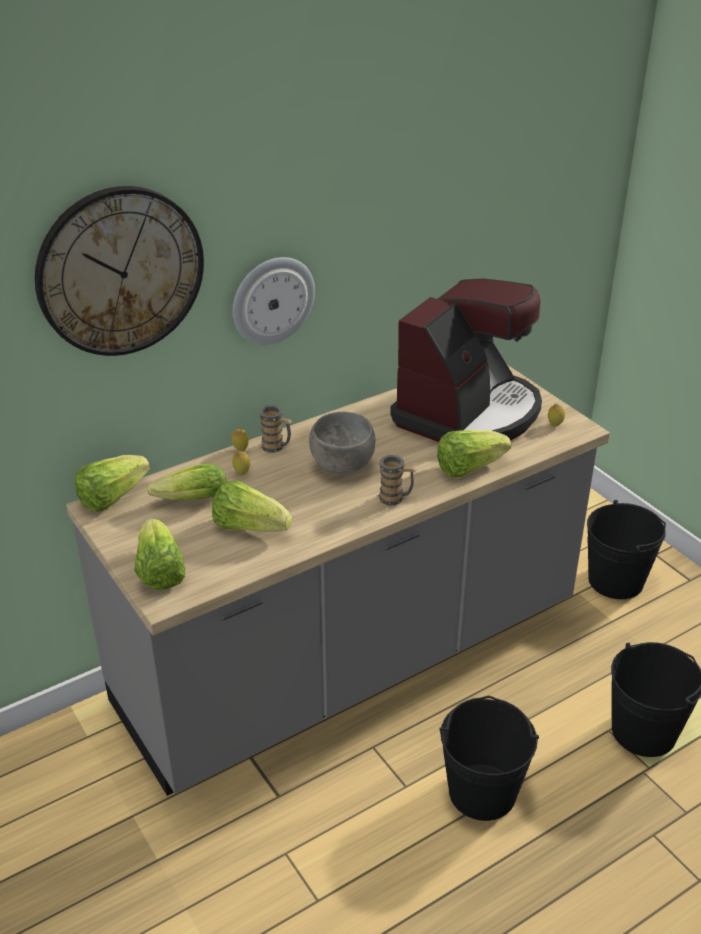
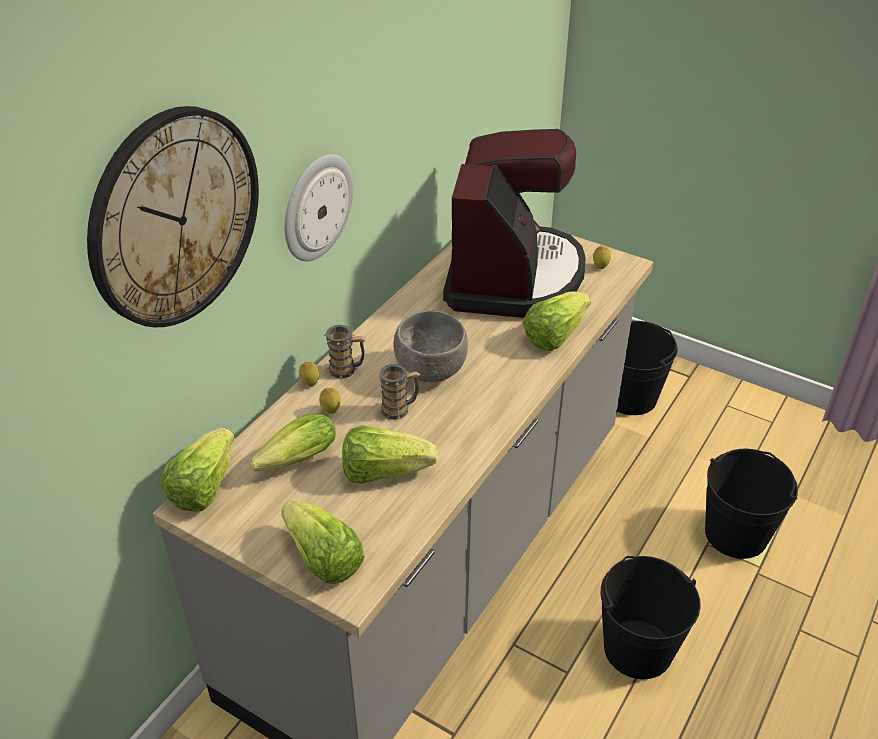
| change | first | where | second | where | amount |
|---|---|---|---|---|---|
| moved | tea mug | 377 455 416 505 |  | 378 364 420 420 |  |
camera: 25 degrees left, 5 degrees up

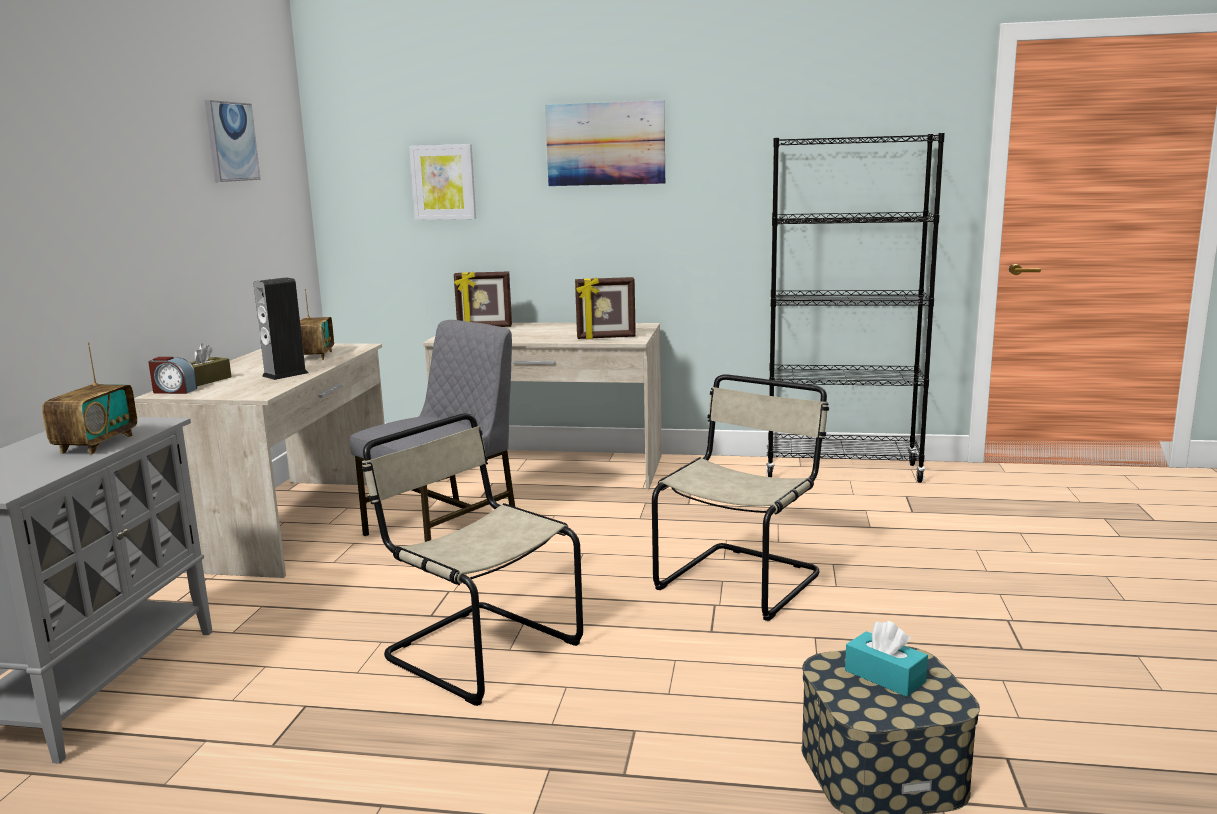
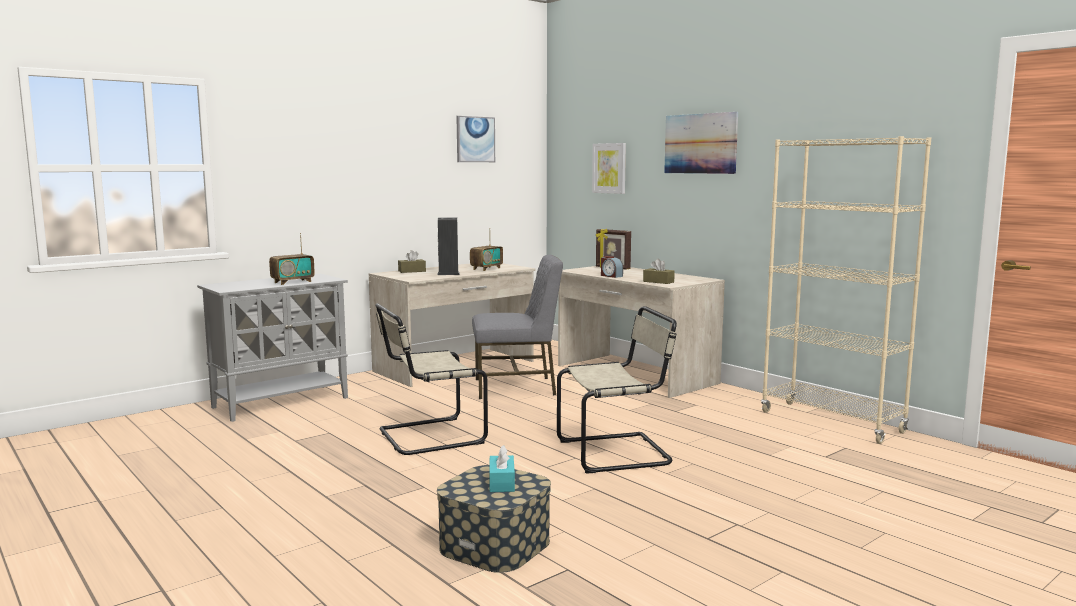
| change | first | where | second | where | amount |
|---|---|---|---|---|---|
| turned | sand-coloured chair | 362 413 583 706 |  | 375 303 488 455 | 105 degrees counterclockwise |
| moved | table clock | 148 357 197 394 |  | 601 256 623 278 |  |
| replaced | picture frame | 575 277 636 339 | brownish box of tissues | 643 259 675 284 |  |
| recoloured | blackish bookshelf | 766 133 945 483 | sand-coloured bookshelf | 761 136 931 444 |  |
camera: 40 degrees right, 5 degrees down

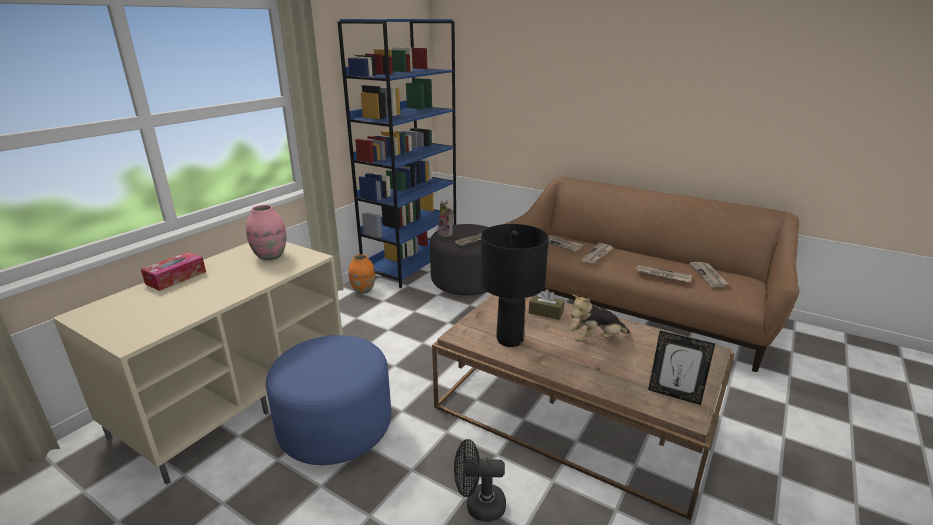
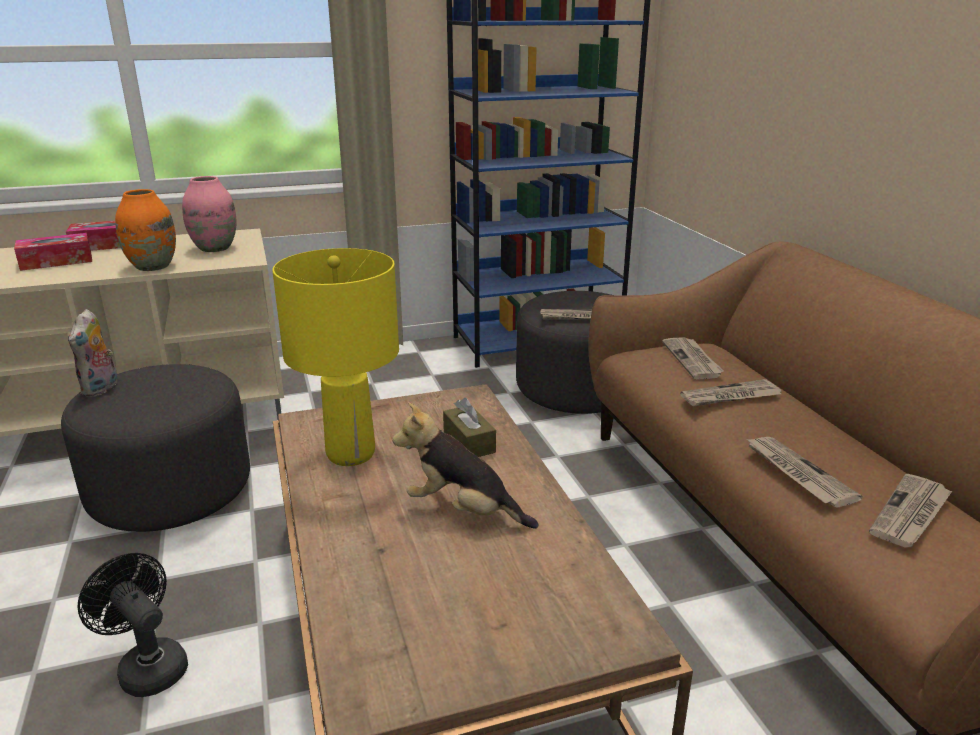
| change | first | where | second | where | amount |
|---|---|---|---|---|---|
| added |  |  | box of tissues | 14 233 92 271 |  |
| recoloured | blue-coloured footrest | 266 335 391 465 | gray footrest | 61 364 250 532 |  |
| moved | plush toy | 438 198 454 237 |  | 68 309 117 397 |  |
| moved | orangey vase | 348 255 375 294 |  | 115 189 176 271 |  |
| recoloured | blackish lamp for a table | 481 224 549 347 | yellowish lamp for a table | 272 248 399 466 |  |
| removed | picture frame | 648 331 715 405 |  |  |  |
camera: 40 degrees right, 0 degrees up

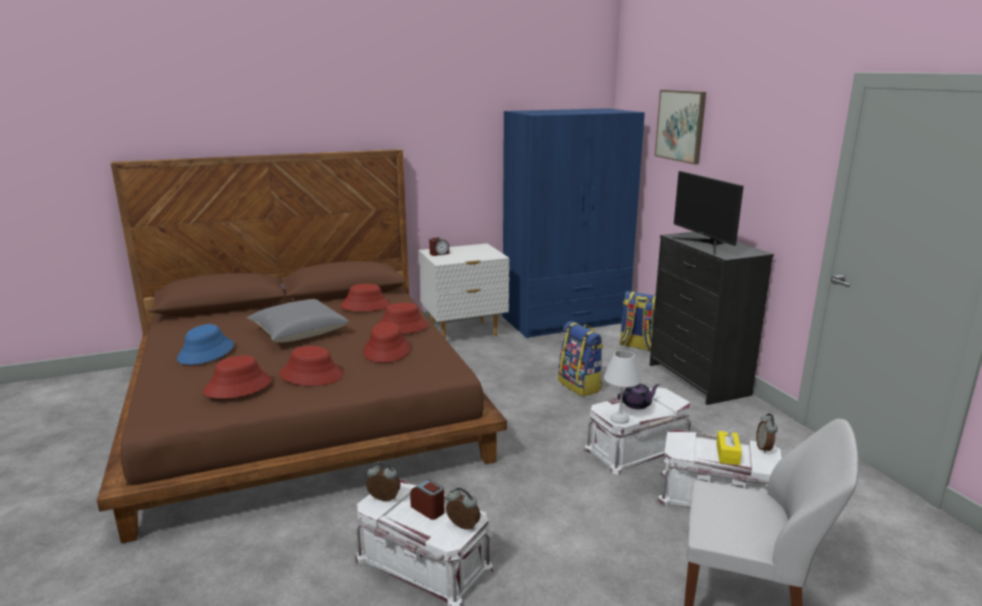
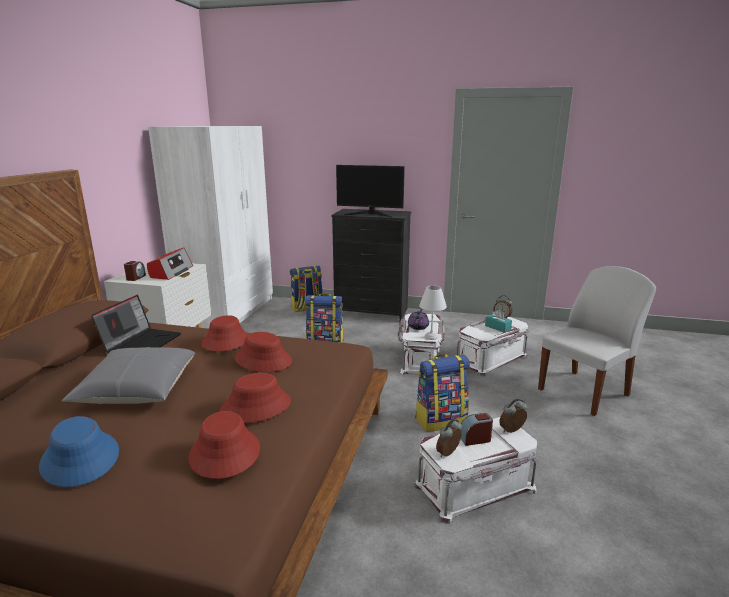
| change | first | where | second | where | amount |
|---|---|---|---|---|---|
| replaced | red-coloured clothing hat | 340 284 391 312 | laptop | 91 295 181 353 |  |
| added |  |  | radio receiver | 147 248 193 280 |  |
| recoloured | blue-coloured wardrobe | 503 108 645 338 | whitish wardrobe | 148 126 273 329 |  |
| added |  |  | knapsack | 415 354 470 432 |  |
| recoloured | yellowish box of tissues | 716 427 742 465 | blue-green box of tissues | 485 310 512 333 |  |
| removed | wall picture | 655 90 706 165 |  |  |  |
camera: 55 degrees left, 0 degrees up

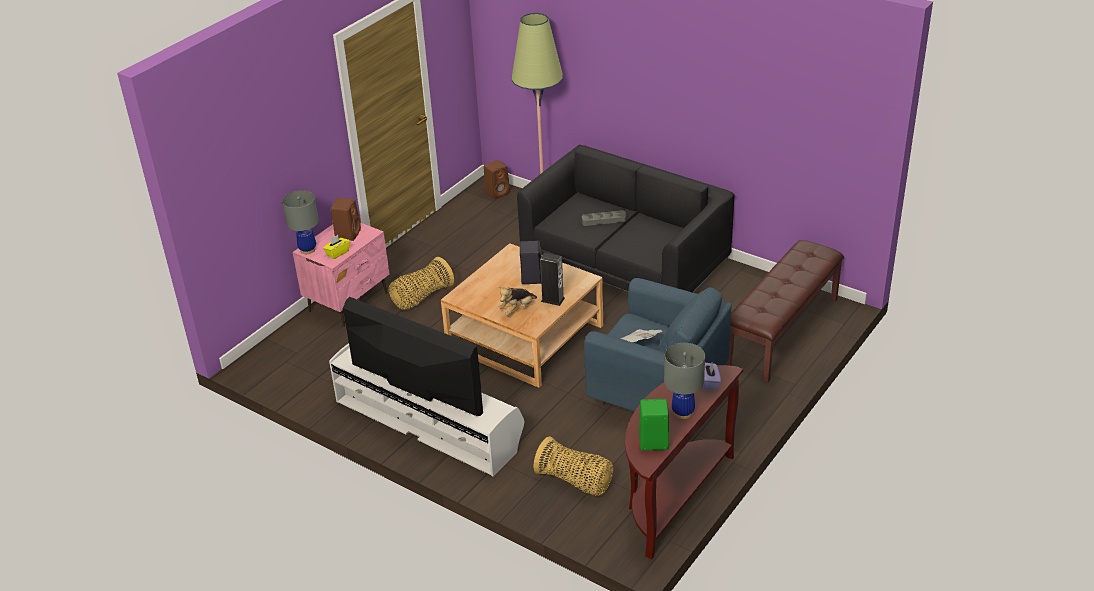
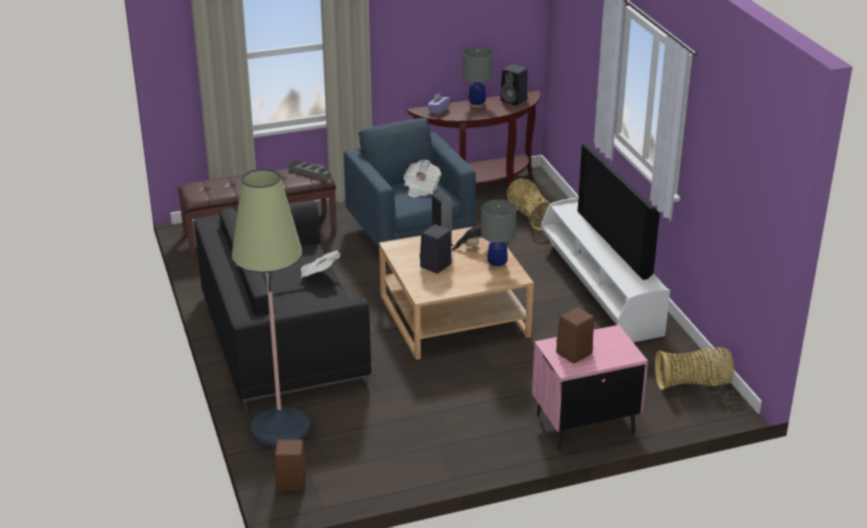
| change | first | where | second | where | amount |
|---|---|---|---|---|---|
| moved | gray serving tray | 582 210 627 226 |  | 289 160 331 180 |  |
| added |  |  | printed paper | 301 250 340 278 |  |
| moved | gray lamp for a table | 282 190 319 254 |  | 481 200 517 269 |  |
| recoloured | green-coloured speaker | 639 399 669 451 | blackish speaker | 500 64 528 106 |  |
| moved | basket | 389 257 454 309 |  | 655 347 734 390 |  |
| removed | yellowish box of tissues | 323 235 350 259 |  |  |  |
camera: 145 degrees left, 5 degrees down

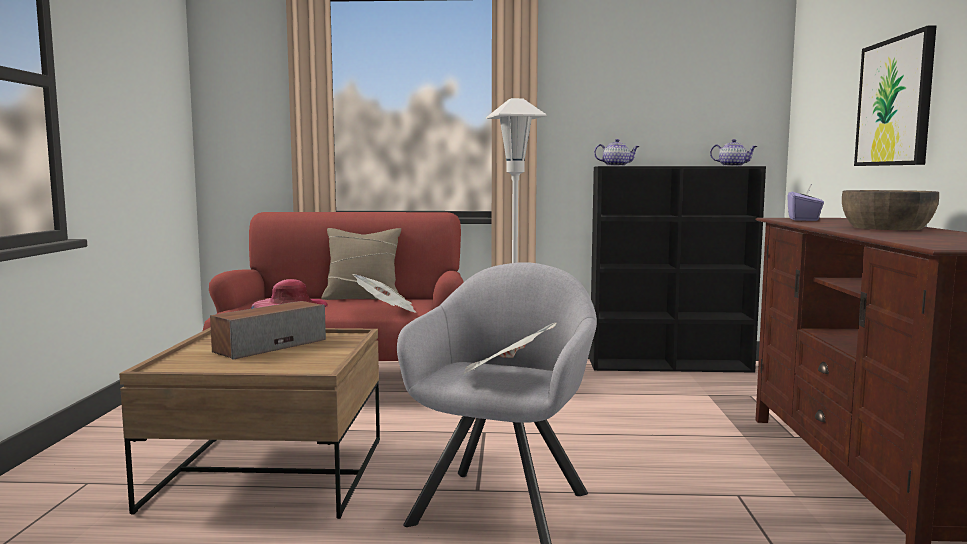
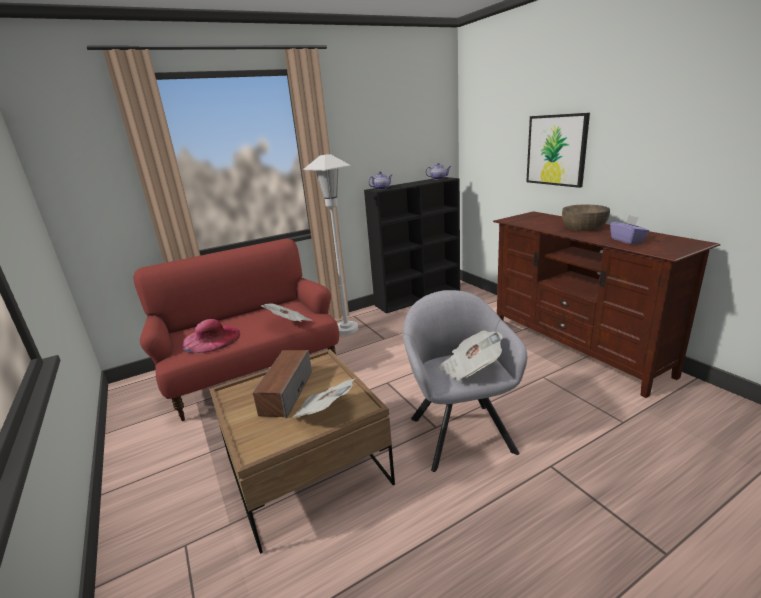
| change | first | where | second | where | amount |
|---|---|---|---|---|---|
| added |  |  | printed paper | 291 379 355 418 |  |
| moved | purple box of tissues | 788 184 824 221 |  | 610 215 649 244 |  |
| removed | sand-coloured cushion | 321 228 401 300 |  |  |  |
camera: 30 degrees left, 15 degrees up

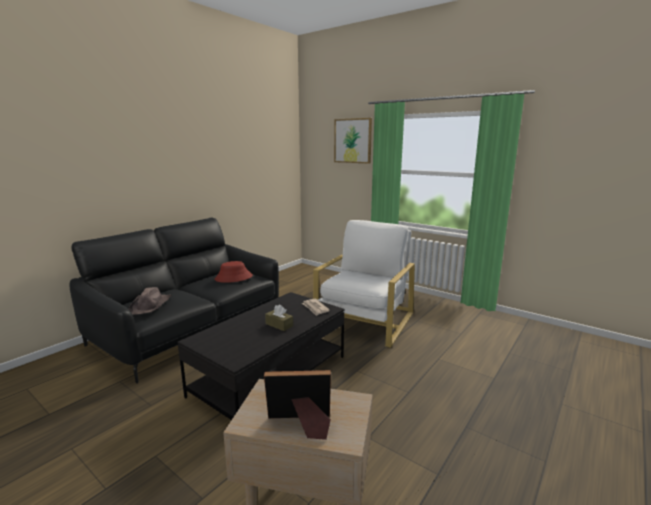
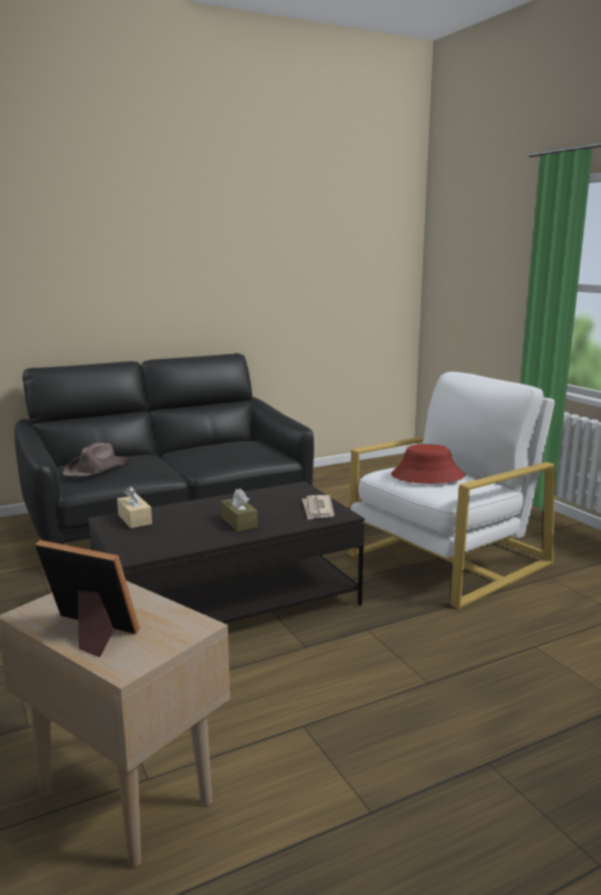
| change | first | where | second | where | amount |
|---|---|---|---|---|---|
| added |  |  | sand-coloured box of tissues | 117 486 152 528 |  |
| moved | red-coloured clothing hat | 214 261 253 283 |  | 391 444 465 484 |  |
| removed | wall picture | 334 118 372 164 |  |  |  |
camera: 25 degrees right, 0 degrees up

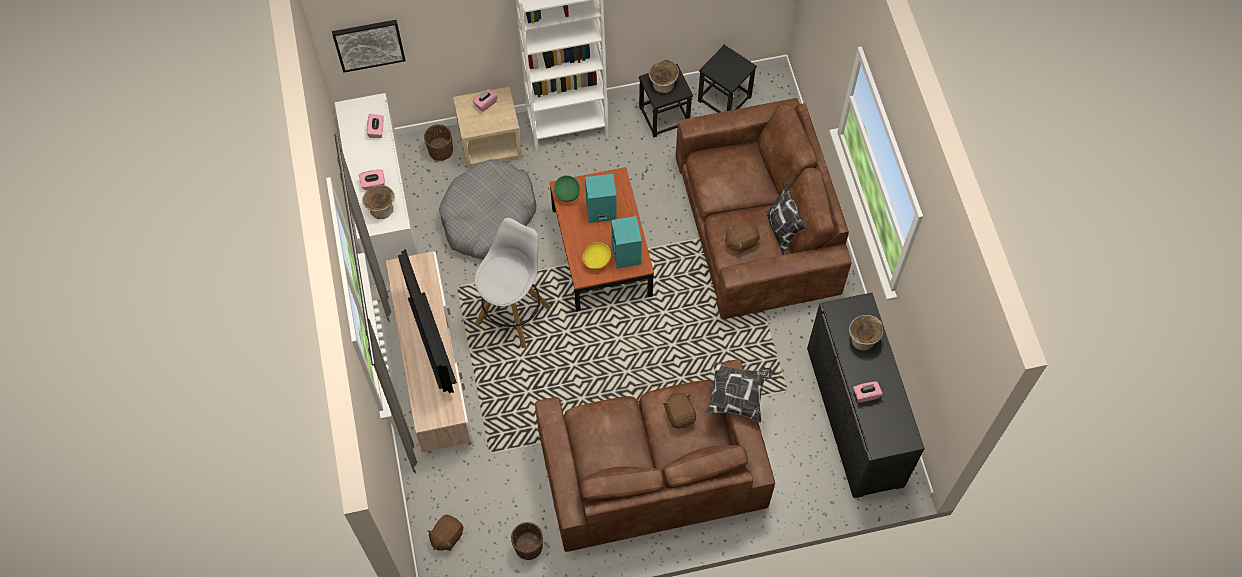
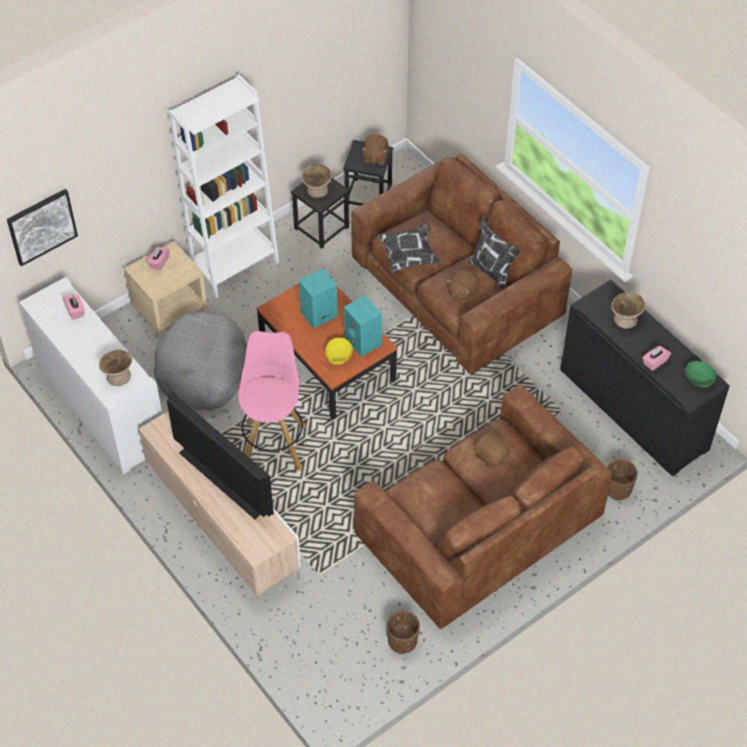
| change | first | where | second | where | amount |
|---|---|---|---|---|---|
| recoloured | whitish stool | 475 218 551 348 | pink stool | 238 331 307 471 |  |
| moved | brownish plush toy | 428 515 463 551 |  | 362 134 389 165 |  |
| moved | cushion | 705 362 772 423 |  | 378 223 441 273 |  |
| moved | brownish planter | 424 124 453 161 |  | 607 459 638 501 |  |
| moved | green-coloured bowl | 554 175 580 202 |  | 685 361 717 388 |  |
| removed | pink box of tissues | 359 169 385 190 |  |  |  |
camera: 25 degrees left, 10 degrees down

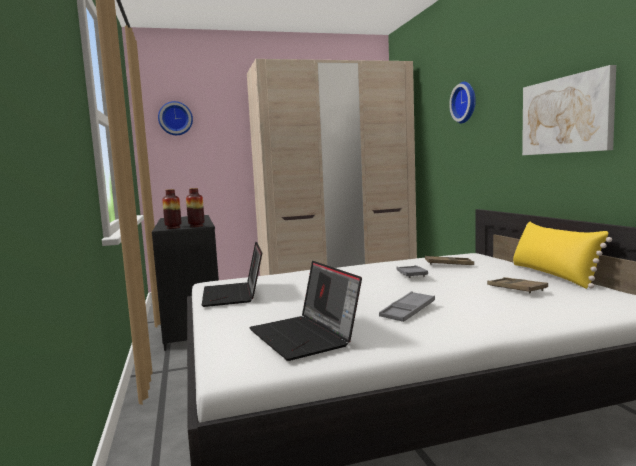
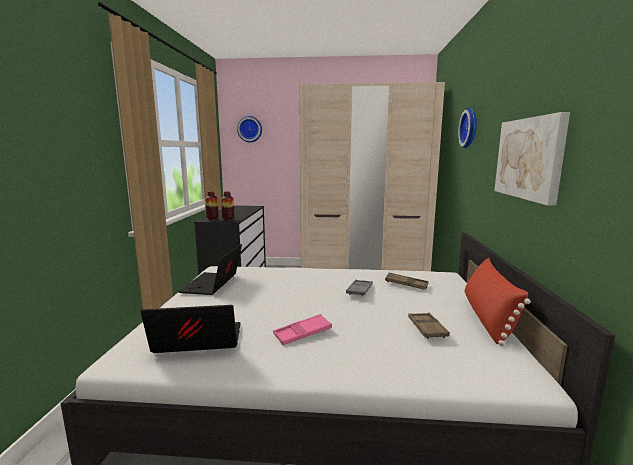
| change | first | where | second | where | amount |
|---|---|---|---|---|---|
| turned | laptop | 249 261 362 361 |  | 140 305 241 353 | 90 degrees clockwise |
| recoloured | gray serving tray | 379 291 435 322 | pink serving tray | 273 314 332 345 |  |
| recoloured | yellowish cushion | 513 221 612 289 | red-coloured cushion | 465 258 531 346 |  |
camera: 20 degrees right, 5 degrees up

